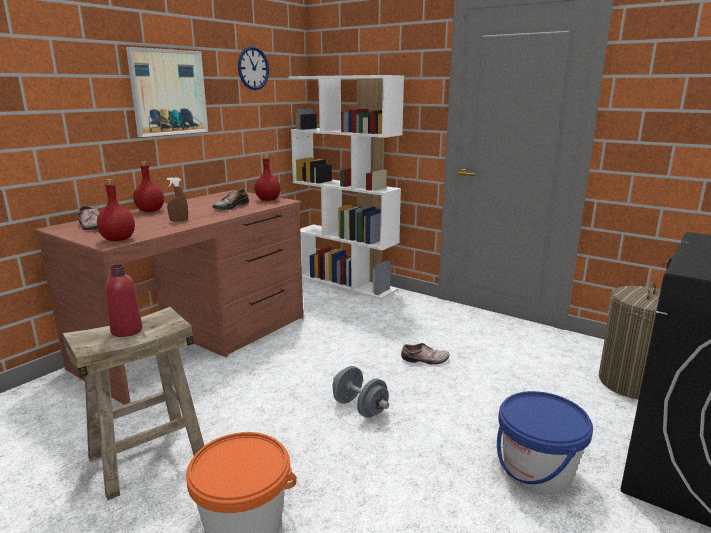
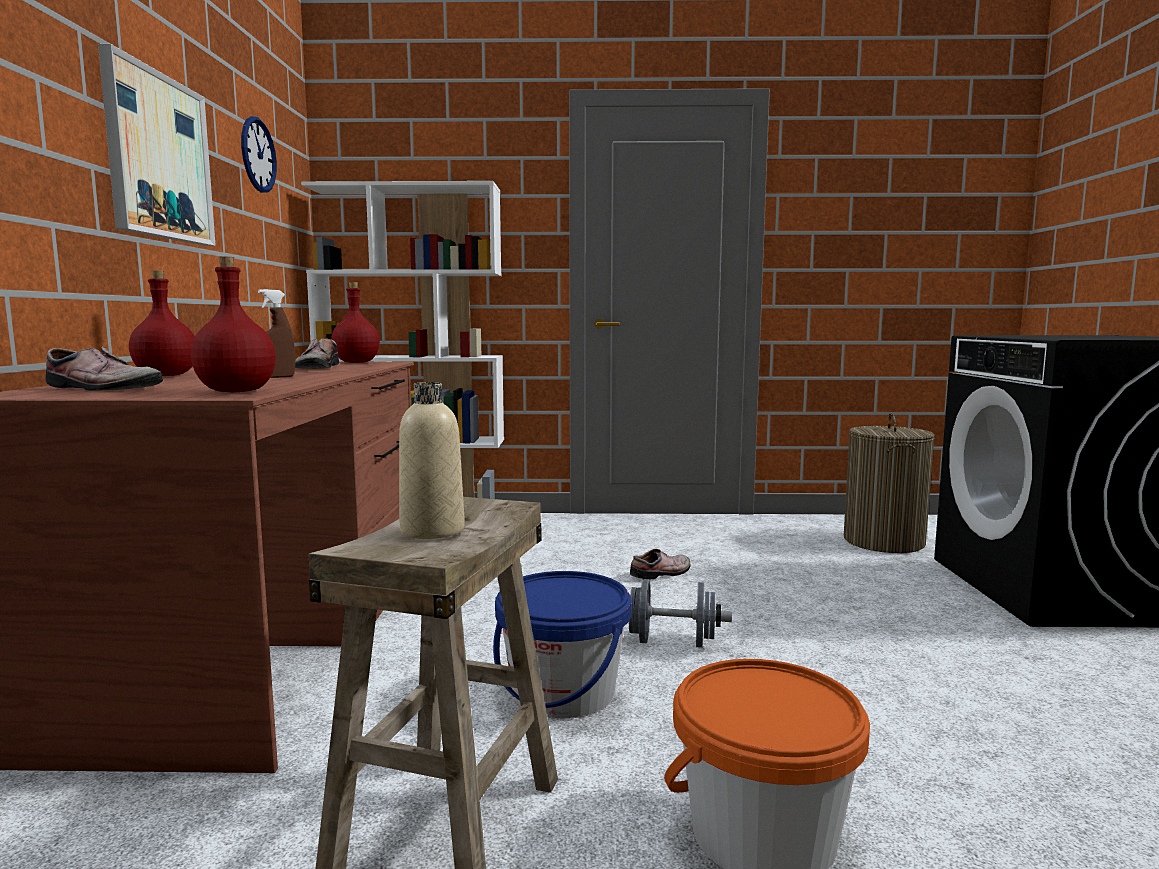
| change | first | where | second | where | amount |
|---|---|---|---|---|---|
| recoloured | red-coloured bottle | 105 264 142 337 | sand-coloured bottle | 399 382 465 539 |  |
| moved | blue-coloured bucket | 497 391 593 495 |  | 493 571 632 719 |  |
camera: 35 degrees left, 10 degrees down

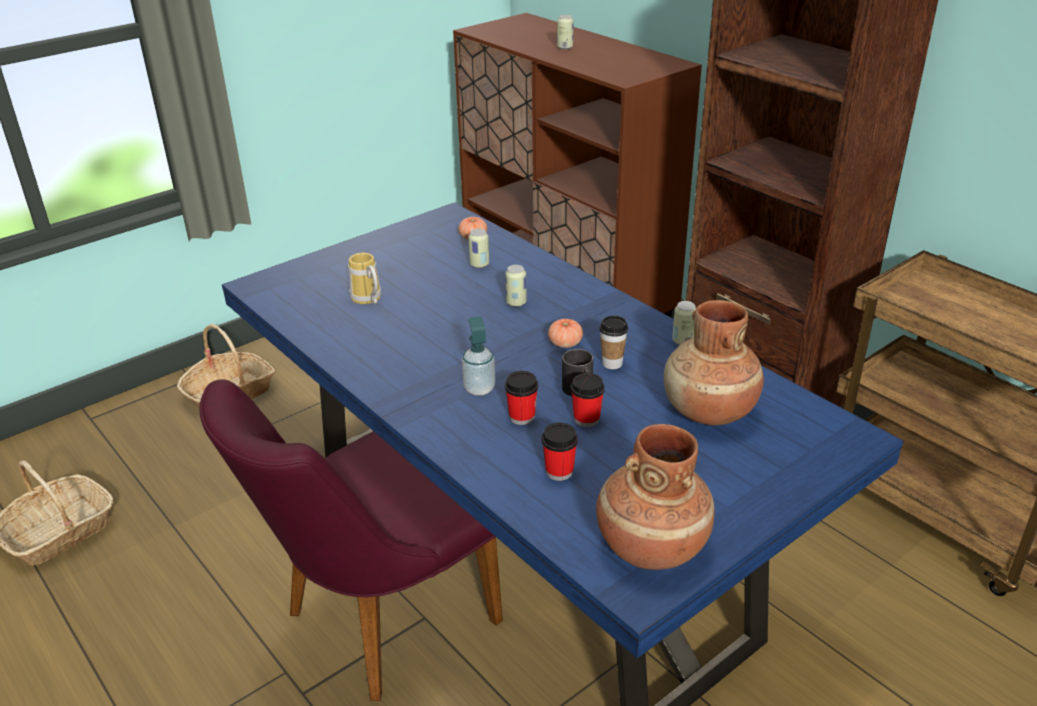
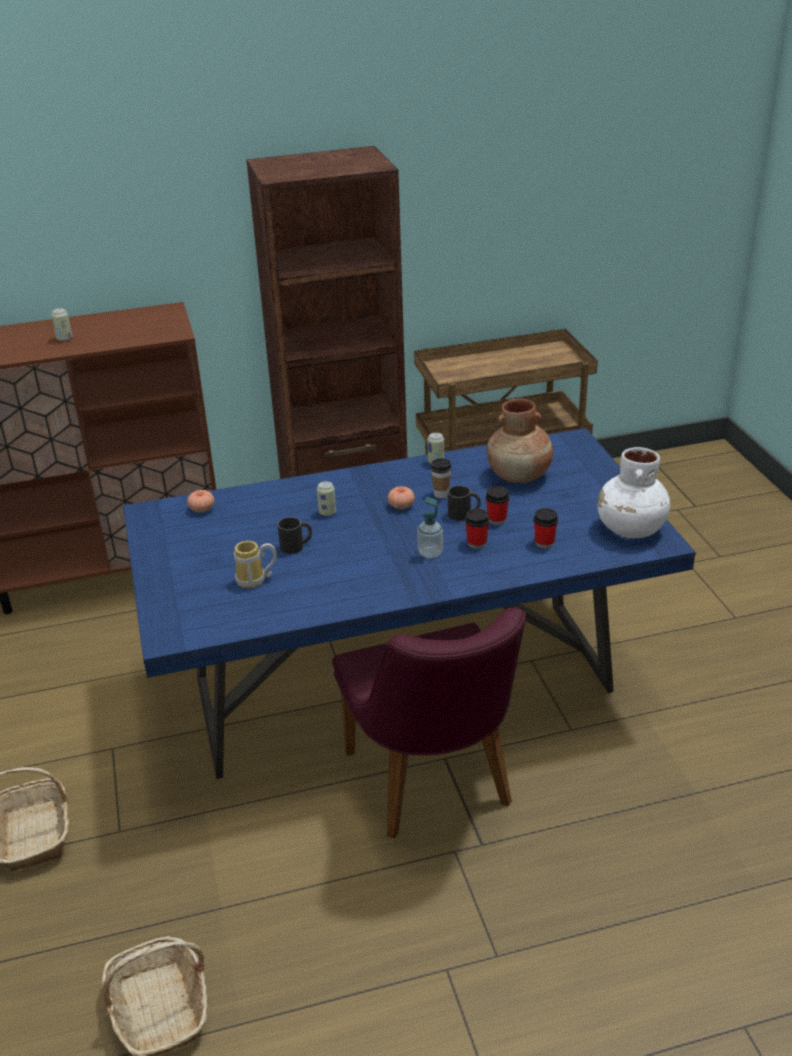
| change | first | where | second | where | amount |
|---|---|---|---|---|---|
| added |  |  | blackish tea mug | 277 517 312 554 |  |
| recoloured | brownish vase | 596 424 715 570 | whitish vase | 597 447 670 538 |  |
| removed | can | 468 229 489 268 |  |  |  |
camera: 65 degrees left, 0 degrees up

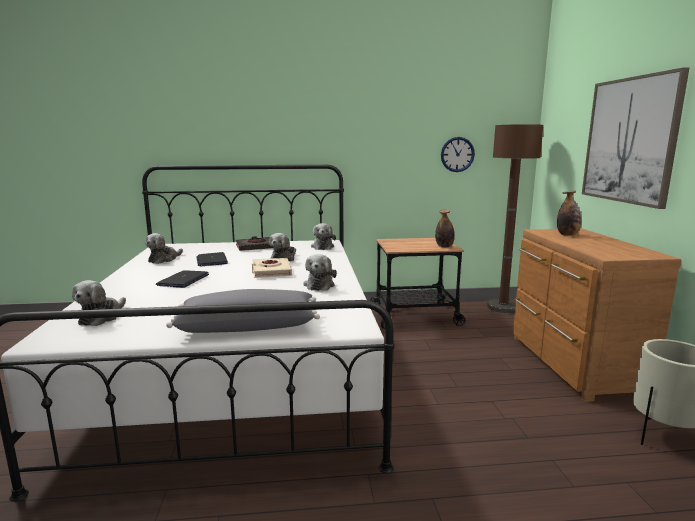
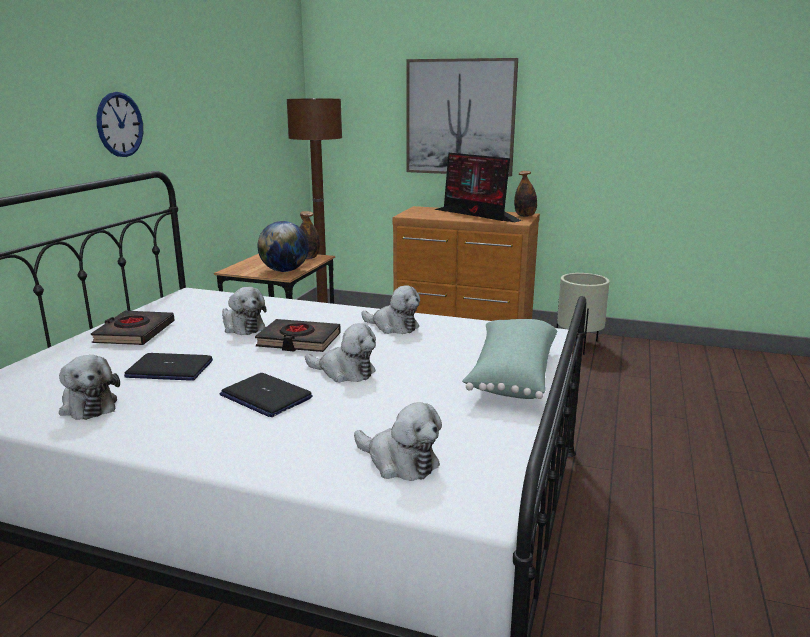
| change | first | where | second | where | amount |
|---|---|---|---|---|---|
| moved | clock on the wall | 441 137 475 172 |  | 96 92 143 157 |  |
| recoloured | sand-coloured book | 252 258 292 278 | blackish book | 255 319 341 352 |  |
| added |  |  | world globe | 257 221 309 272 |  |
| moved | plush toy | 311 223 336 250 |  | 305 323 376 382 |  |
| added |  |  | monitor | 434 152 522 222 |  |
| recoloured | gray cushion | 166 289 320 333 | green-coloured cushion | 462 319 557 399 |  |
| moved | bottle | 557 191 582 236 |  | 514 171 537 217 |  |
camera: 65 degrees left, 5 degrees up

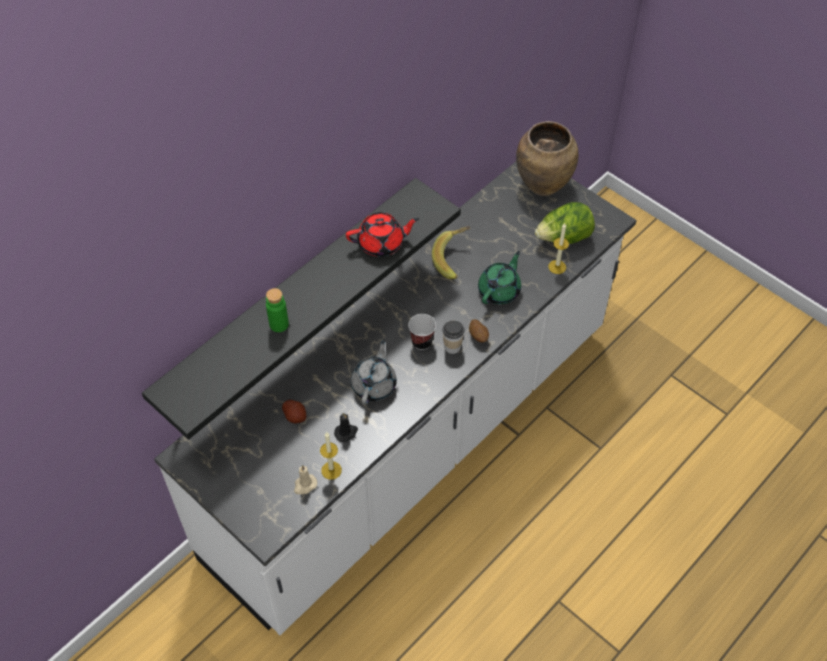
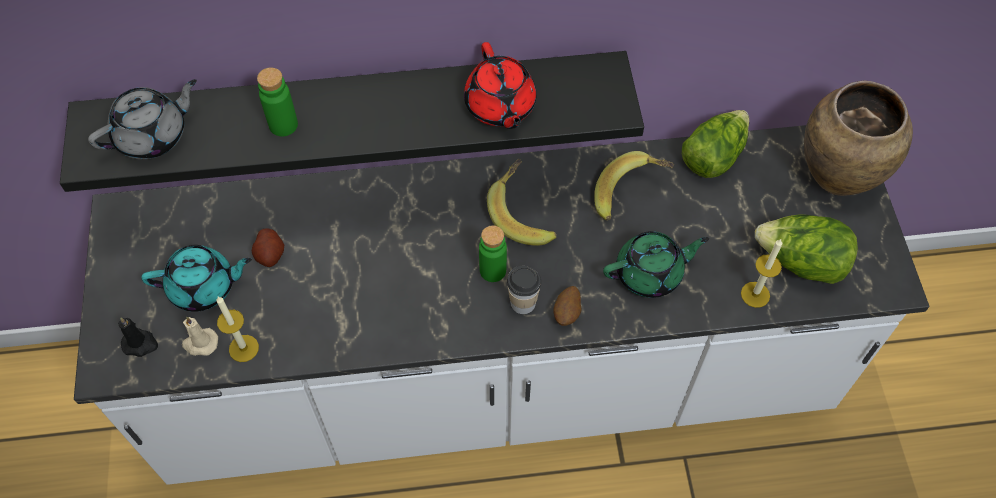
| change | first | where | second | where | amount |
|---|---|---|---|---|---|
| moved | gray teapot | 351 339 397 405 |  | 88 79 197 159 |  |
| moved | blackish candle | 334 413 358 442 |  | 118 317 158 357 |  |
| added |  |  | blue-green teapot | 141 245 252 312 |  |
| turned | red-coloured teapot | 346 212 419 257 |  | 464 42 537 129 | 45 degrees clockwise |
| replaced | drinking cup | 408 314 436 350 | green-coloured bottle | 479 225 507 282 |  |
| added |  |  | whole banana | 487 159 557 246 |  |
| added |  |  | lettuce | 682 110 749 178 |  |
camera: 40 degrees right, 5 degrees up

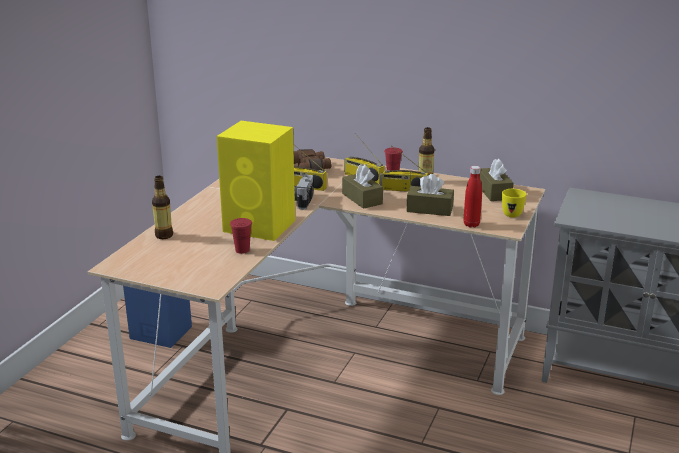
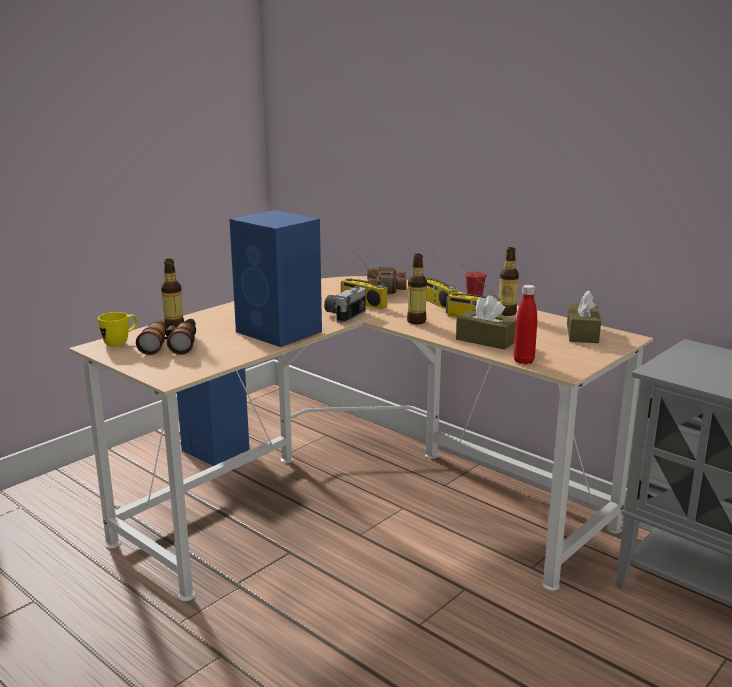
| change | first | where | second | where | amount |
|---|---|---|---|---|---|
| moved | yellowish tea mug | 502 189 526 217 |  | 98 312 138 347 |  |
| added |  |  | pair of binoculars | 136 319 196 355 |  |
| recoloured | yellowish speaker | 217 121 295 241 | blue-coloured speaker | 229 210 322 347 |  |
| replaced | brownish box of tissues | 342 165 383 209 | bottle | 407 254 427 324 |  |
| removed | red-coloured drinking cup | 230 218 252 254 |  |  |  |
camera: 20 degrees right, 5 degrees down

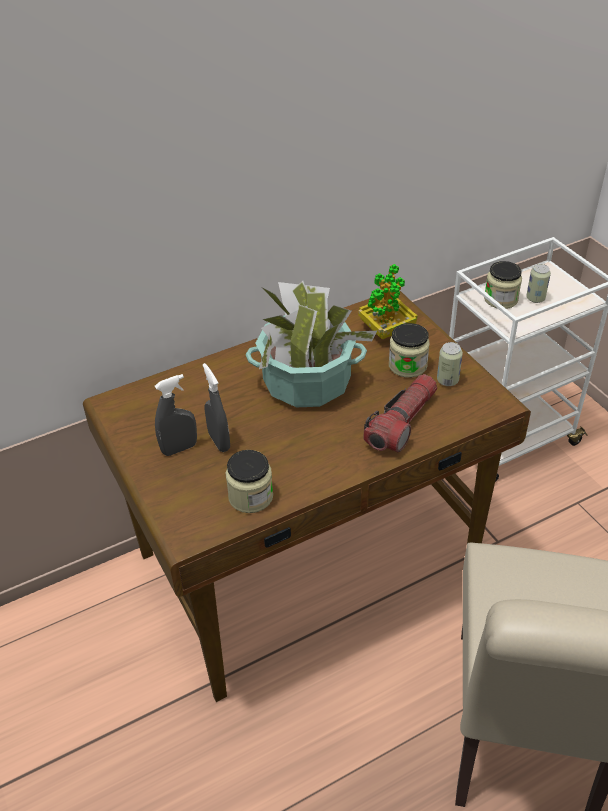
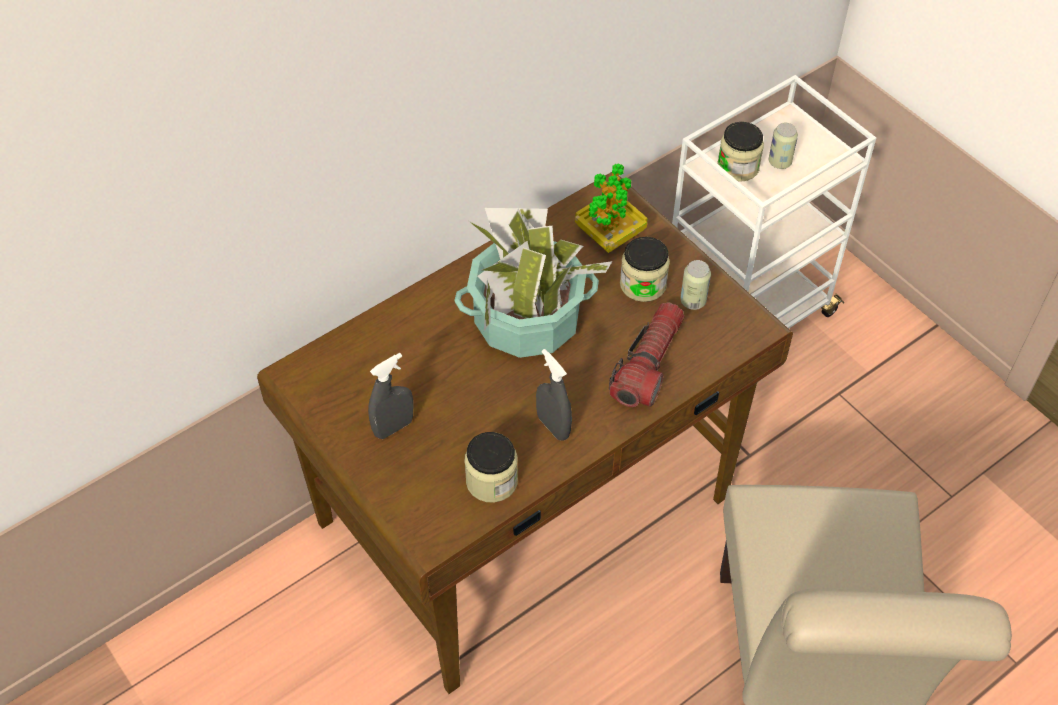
| change | first | where | second | where | amount |
|---|---|---|---|---|---|
| moved | gray sprayer | 203 363 230 452 |  | 536 349 572 440 |  |
camera: 10 degrees left, 10 degrees up

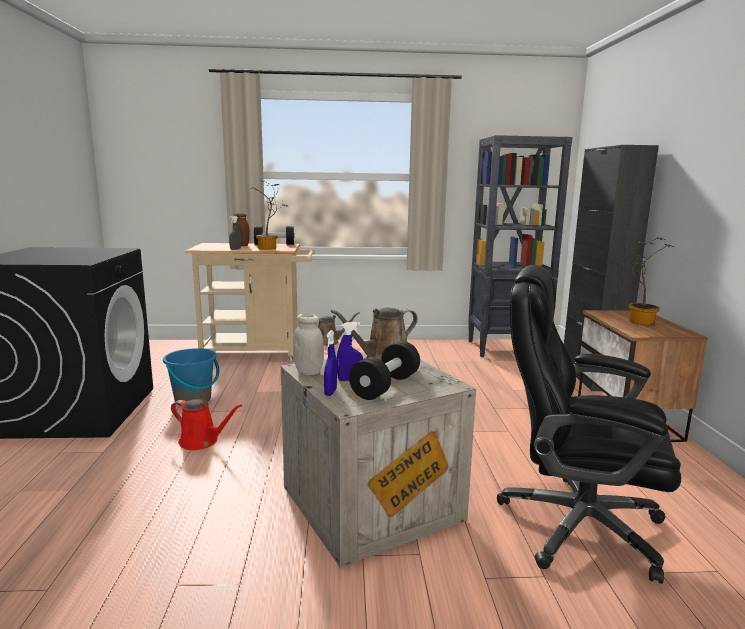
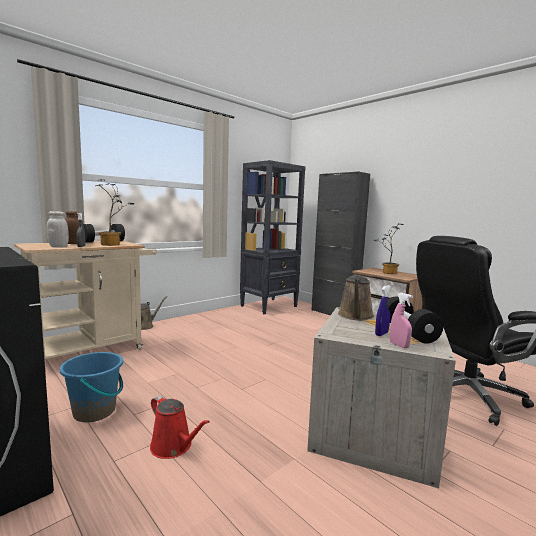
| change | first | where | second | where | amount |
|---|---|---|---|---|---|
| moved | whitish jar | 293 314 324 375 |  | 47 211 69 247 |  |
| turned | red-coloured watering pot | 171 399 242 450 |  | 150 395 210 459 | 60 degrees clockwise |
| recoloured | blue-coloured sprayer | 324 330 337 396 | pink sprayer | 390 293 413 348 |  |
camera: 40 degrees left, 5 degrees down

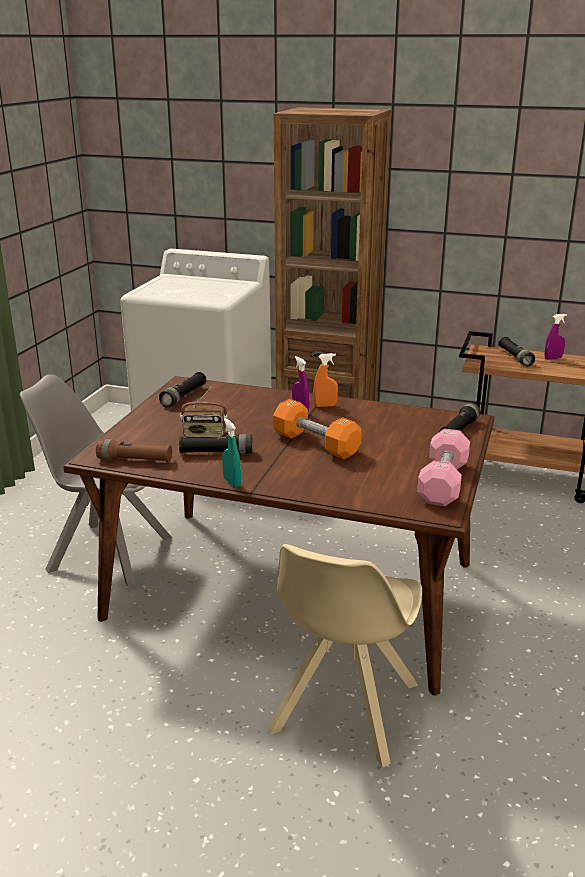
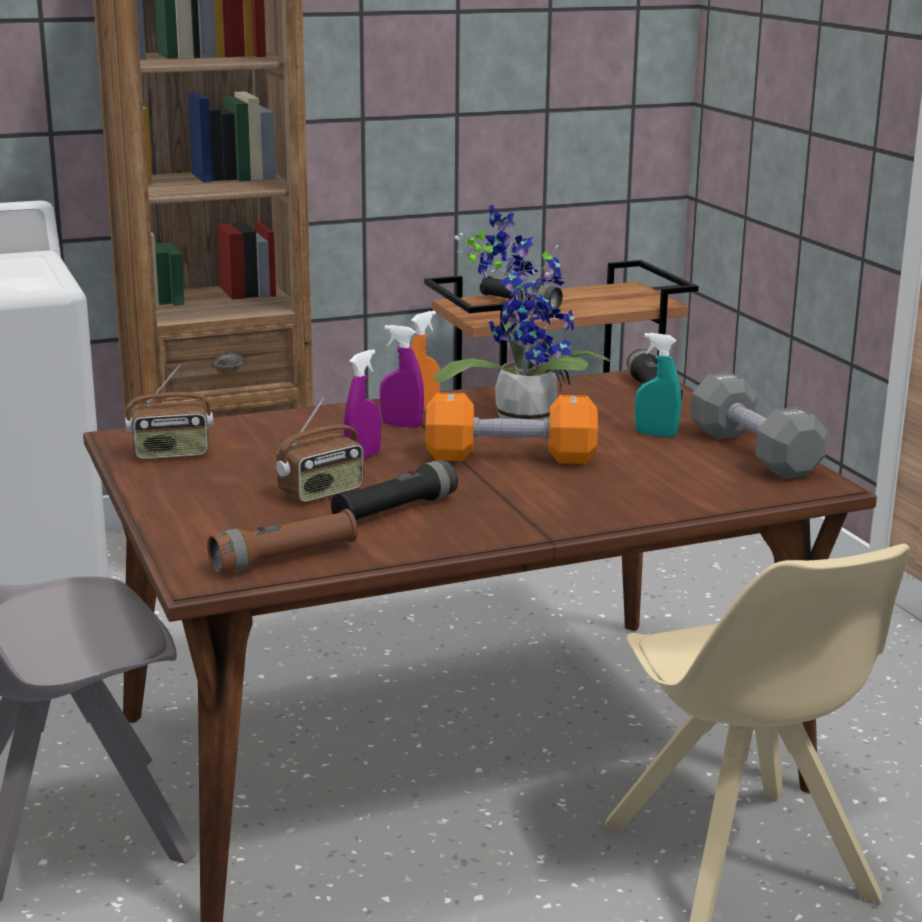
| change | first | where | second | where | amount |
|---|---|---|---|---|---|
| replaced | blackish torch | 159 372 206 407 | radio receiver | 125 365 213 460 |  |
| moved | purple sprayer | 545 314 567 359 |  | 344 349 381 459 |  |
| added |  |  | plant in a pot | 434 204 611 421 |  |
| moved | blue-green sprayer | 222 418 241 488 |  | 635 333 681 437 |  |
| recoloured | pink free weight | 417 429 470 506 | gray free weight | 690 372 828 479 |  |
camera: 40 degrees left, 5 degrees down

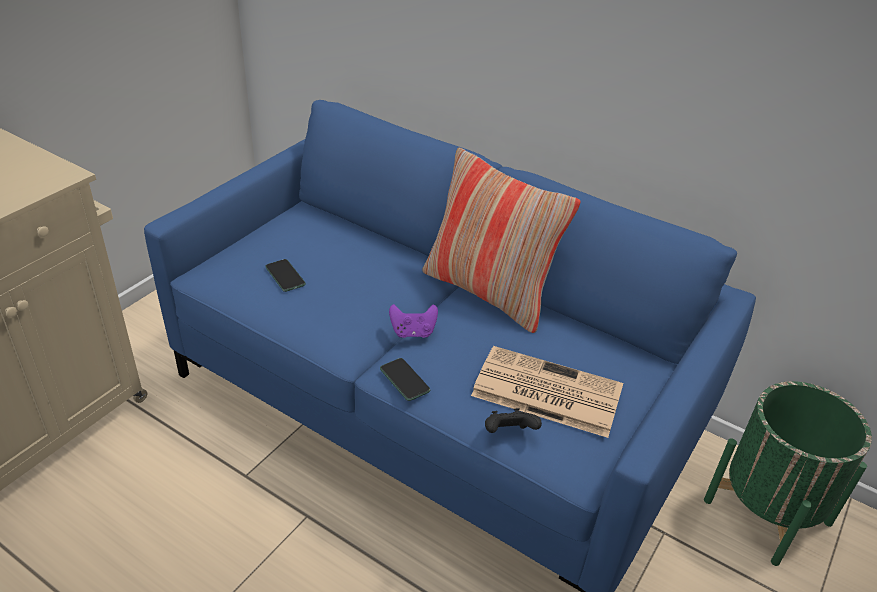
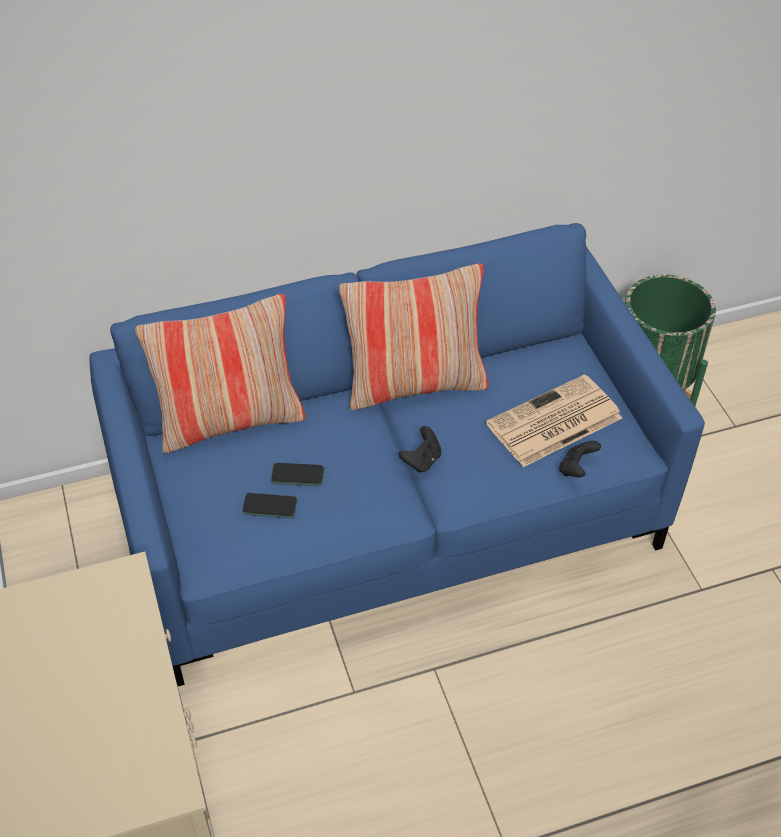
| change | first | where | second | where | amount |
|---|---|---|---|---|---|
| added |  |  | cushion | 135 294 306 453 |  |
| moved | handset | 380 358 430 401 |  | 271 463 324 486 |  |
| recoloured | purple gamepad | 389 304 438 338 | blackish gamepad | 399 426 441 473 |  |
camera: 50 degrees left, 10 degrees up

